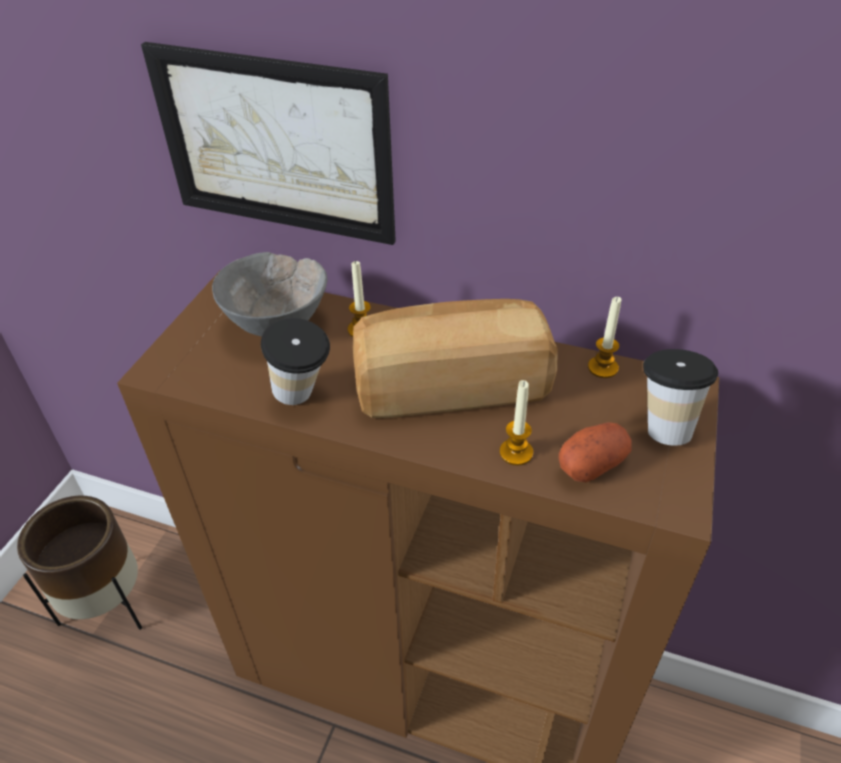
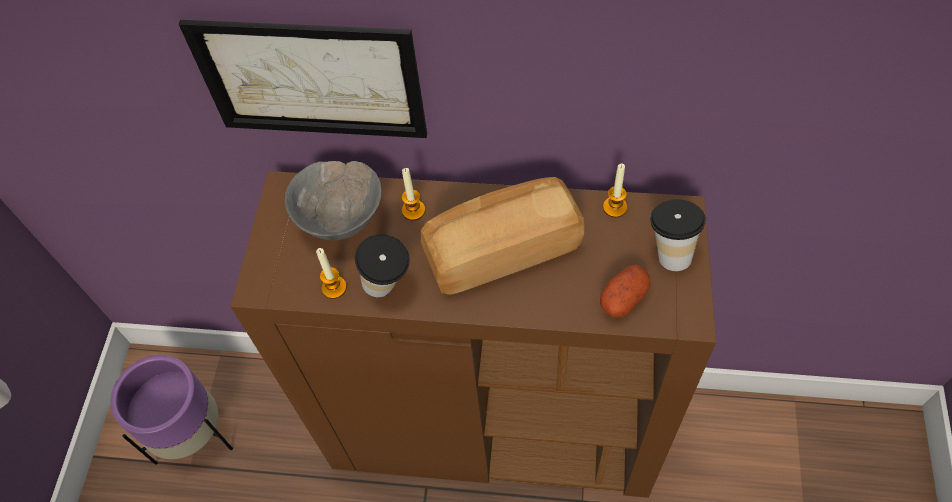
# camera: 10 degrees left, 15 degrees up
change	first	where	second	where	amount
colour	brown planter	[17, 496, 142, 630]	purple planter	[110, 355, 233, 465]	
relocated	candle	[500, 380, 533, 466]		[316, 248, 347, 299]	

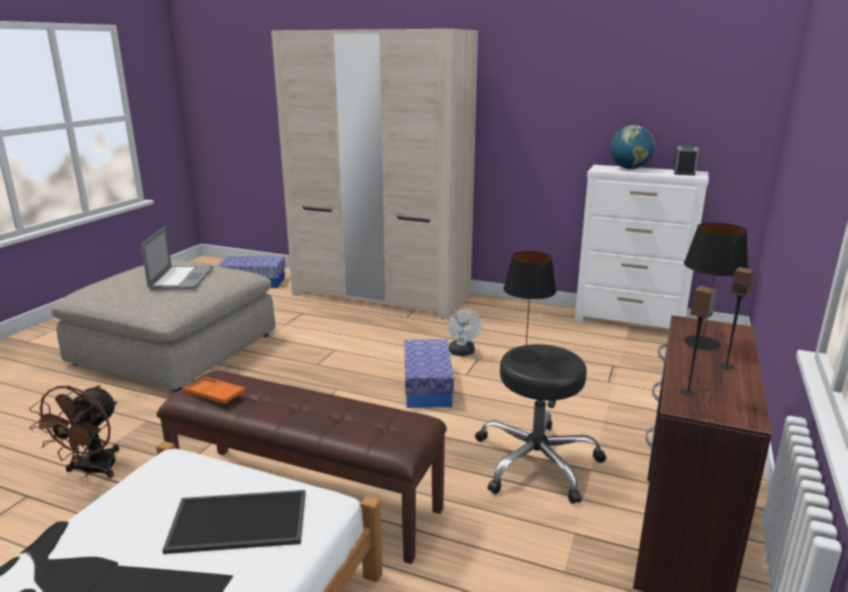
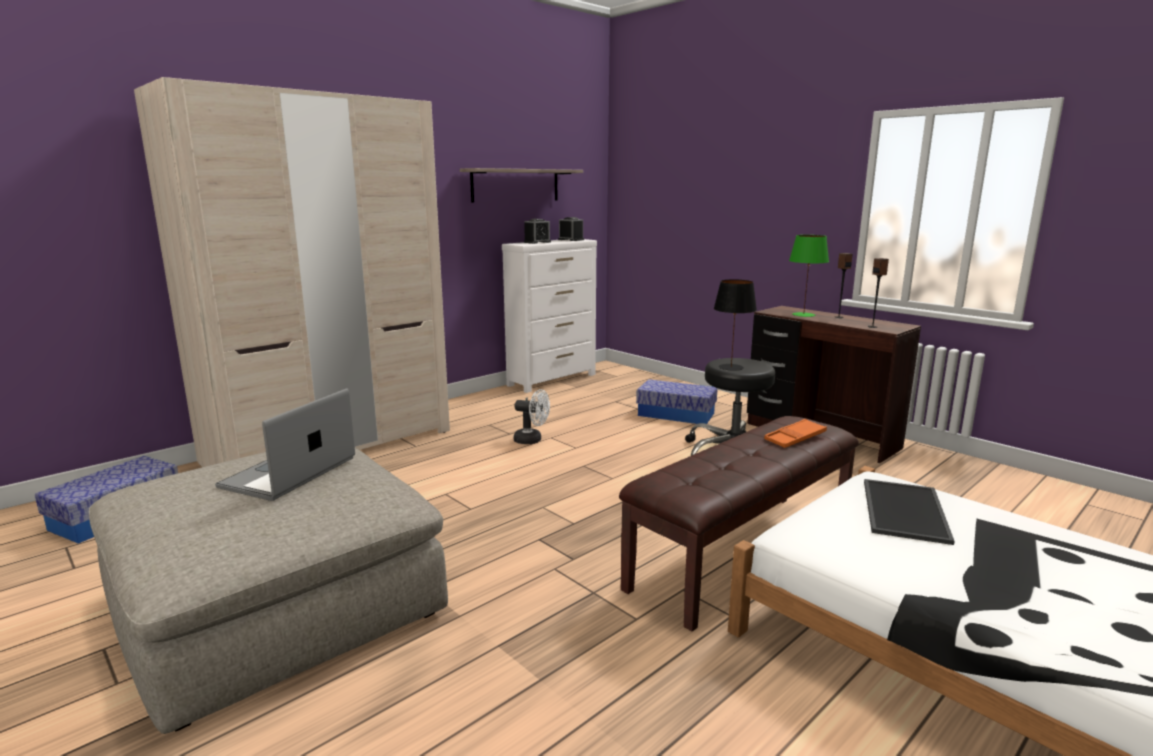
# camera: 65 degrees left, 5 degrees down
change	first	where	second	where	amount
spun	laptop	[141, 226, 213, 290]		[215, 388, 355, 501]	90 degrees counterclockwise
appeared			shelf	[460, 168, 583, 203]	
exchanged	globe	[610, 125, 655, 169]	alarm clock	[524, 219, 551, 244]	
relocated	storage box	[405, 339, 454, 408]		[636, 379, 718, 424]	
relocated	orange tray	[184, 377, 245, 404]		[764, 419, 827, 448]	
colour	black table lamp	[684, 223, 748, 350]	green table lamp	[789, 235, 829, 317]	
missing	brown fan	[29, 385, 119, 478]			

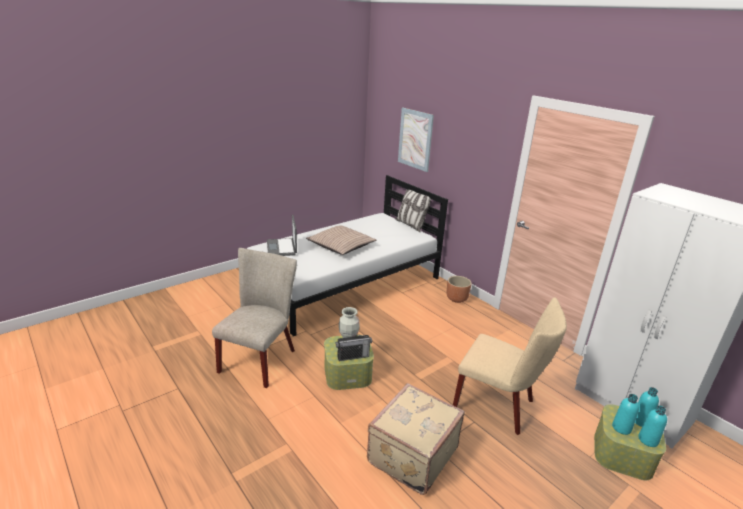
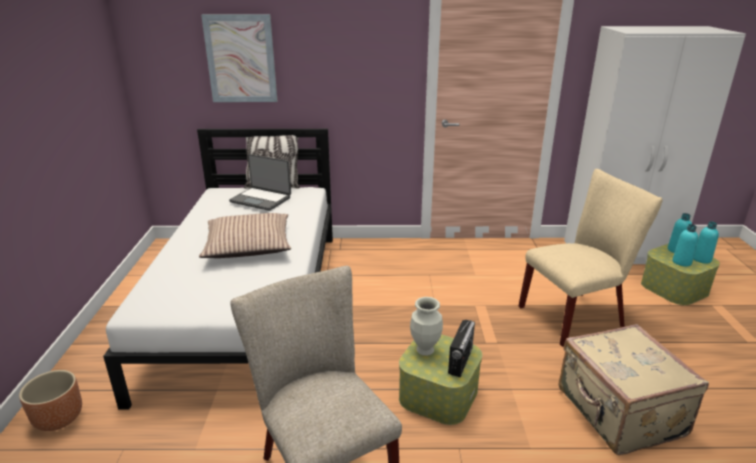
# camera: 50 degrees left, 0 degrees up
change	first	where	second	where	amount
relocated	brown planter	[447, 276, 471, 303]		[19, 370, 82, 431]	
relocated	laptop	[267, 215, 297, 256]		[229, 154, 291, 211]	

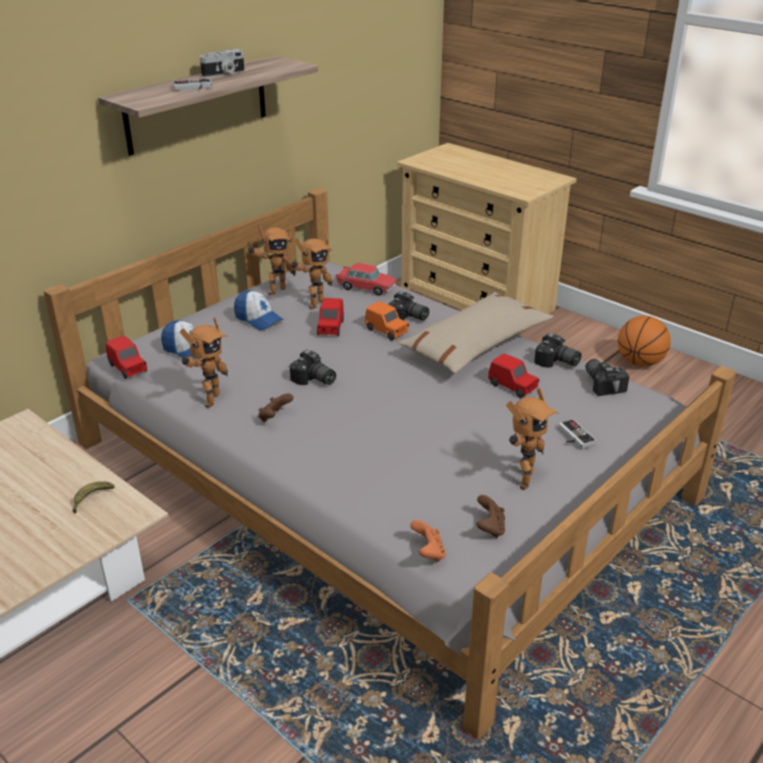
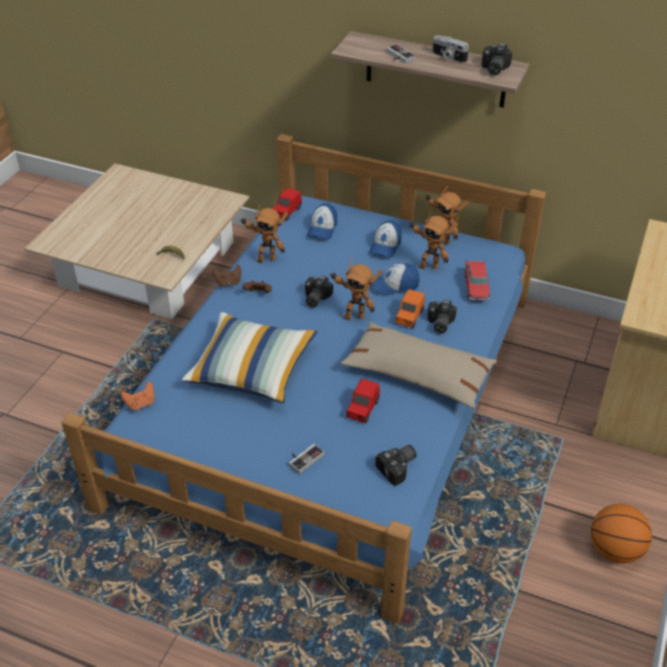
# camera: 70 degrees right, 10 degrees up
change	first	where	second	where	amount
colour	grey bed	[44, 187, 736, 739]	blue bed	[61, 134, 546, 624]	
appeared			pillow	[182, 312, 317, 403]	
relocated	brown game controller	[476, 495, 505, 538]		[212, 265, 241, 287]	
relocated	toy robot	[506, 388, 558, 490]		[329, 258, 382, 320]	
exchanged	red toy car	[317, 298, 344, 336]	cap	[373, 263, 420, 296]	
relocated	photo camera	[534, 333, 582, 368]		[481, 43, 512, 76]	

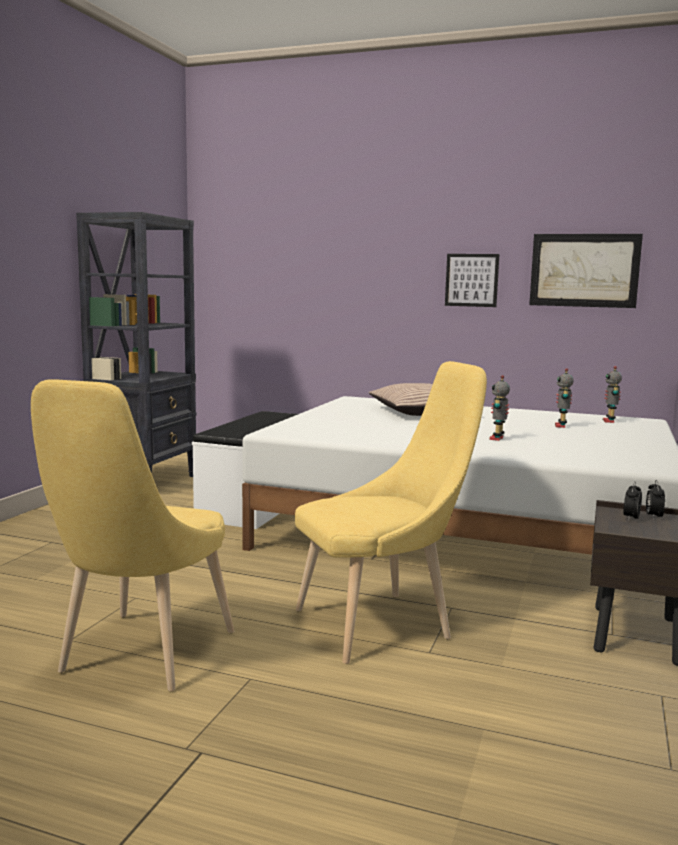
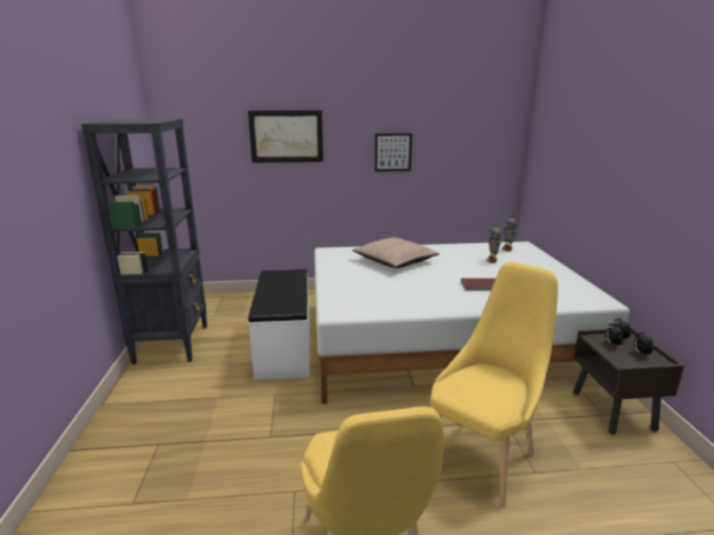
# camera: 25 degrees left, 10 degrees up
change	first	where	second	where	amount
relocated	picture	[529, 234, 643, 308]		[248, 110, 323, 163]	
exchanged	toy robot	[489, 375, 510, 441]	brown book	[461, 278, 496, 291]	
appeared			alarm clock	[634, 330, 654, 356]	

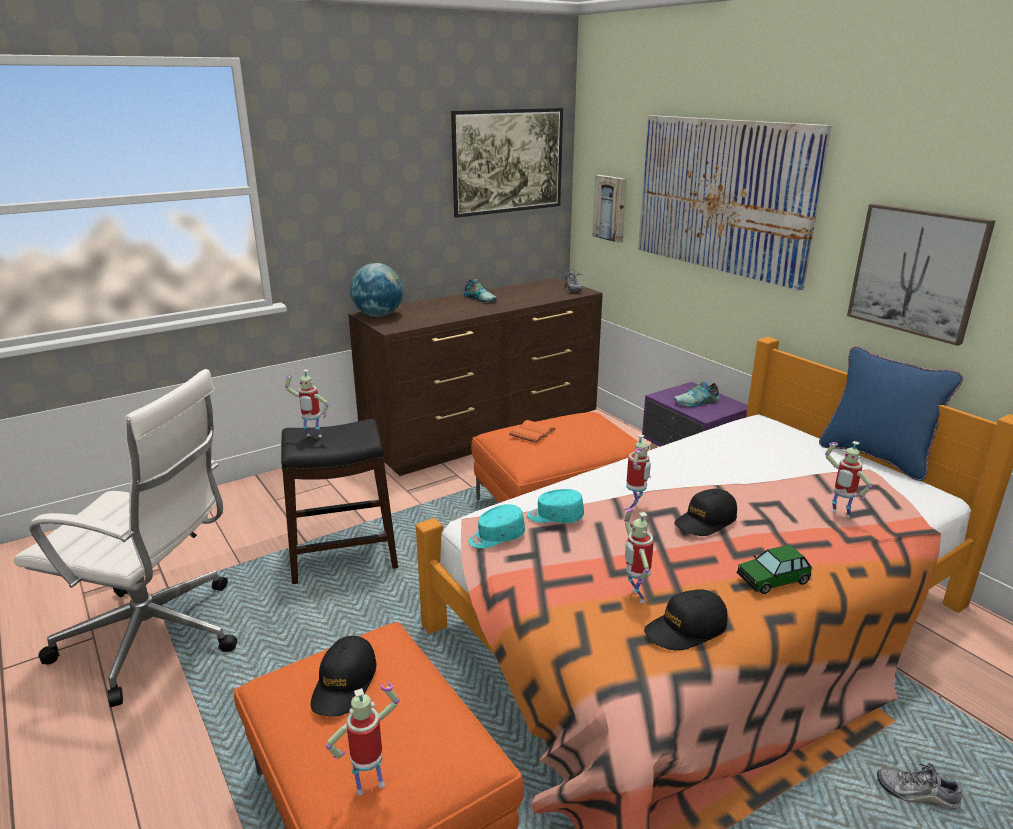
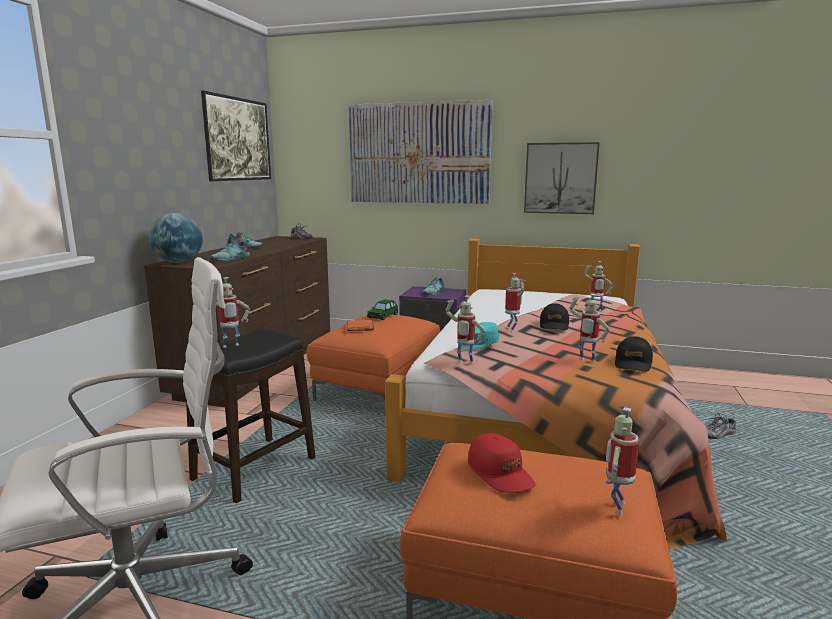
# camera: 40 degrees left, 10 degrees down
change	first	where	second	where	amount
appeared			shoe	[210, 240, 250, 261]	
relocated	toy car	[737, 545, 812, 594]		[367, 299, 398, 320]	
exchanged	turquoise cap	[468, 504, 525, 548]	toy robot	[445, 295, 485, 364]	
colour	black cap	[311, 636, 377, 716]	red cap	[468, 433, 536, 493]	
missing	picture	[592, 175, 627, 243]			
missing	blue pillow	[819, 346, 963, 481]			

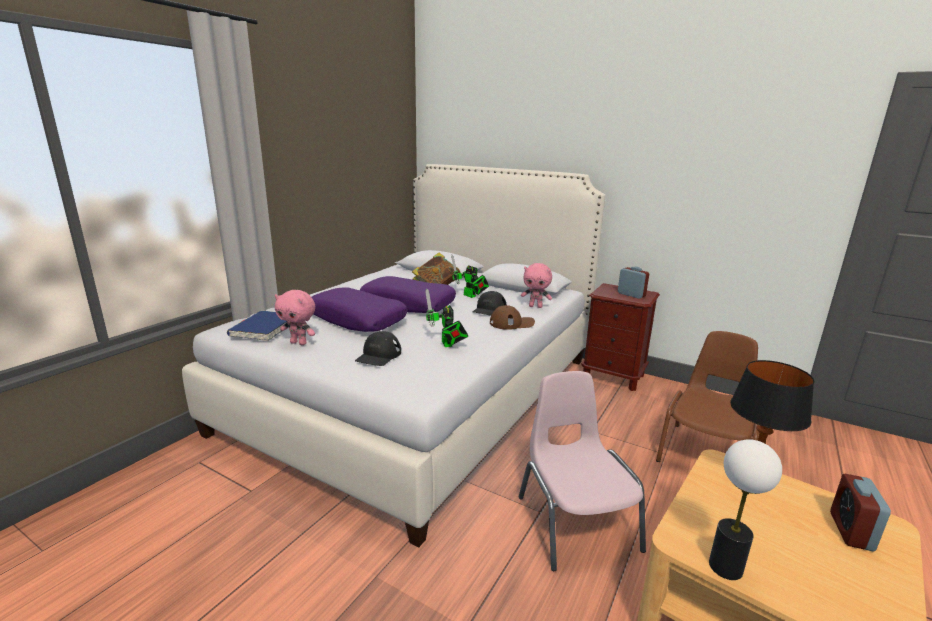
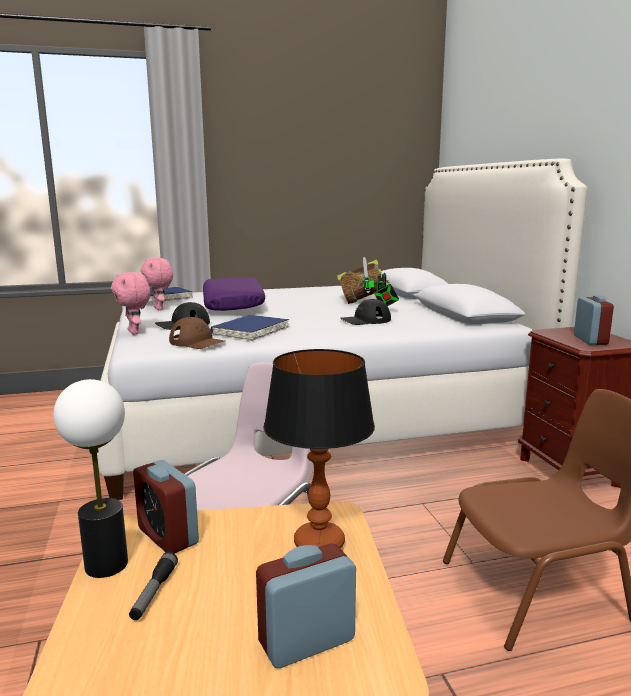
# camera: 45 degrees right, 5 degrees down
change	first	where	second	where	amount
relocated	pink plush toy	[521, 263, 552, 308]		[111, 272, 150, 334]	
appeared			flashlight	[129, 552, 178, 620]	
appeared			alarm clock	[133, 460, 199, 554]	
relocated	brown cap	[490, 305, 535, 330]		[169, 317, 225, 349]	
exchanged	toy robot	[425, 289, 468, 347]	blue book	[210, 315, 289, 341]	
missing	purple pillow	[360, 276, 456, 313]			

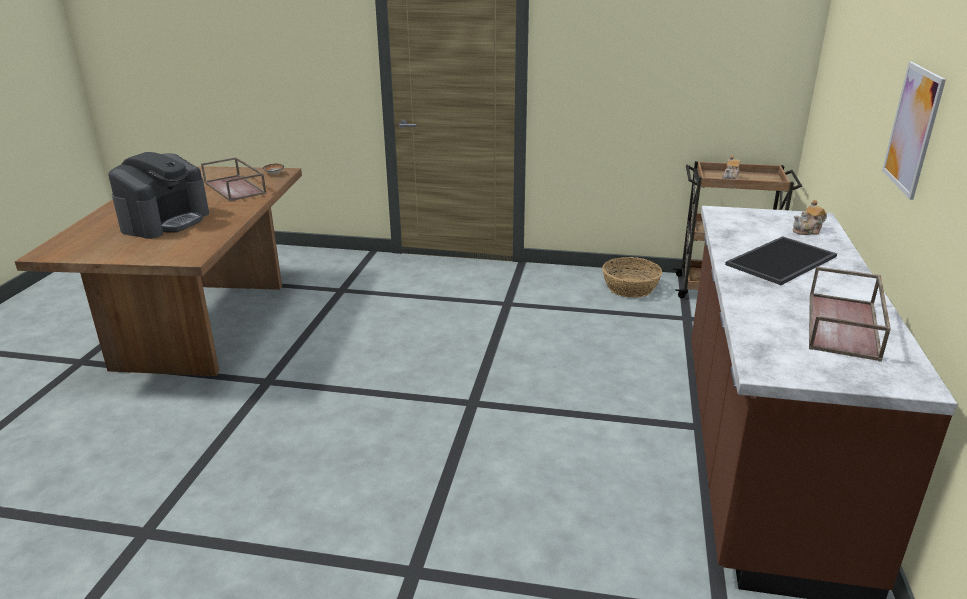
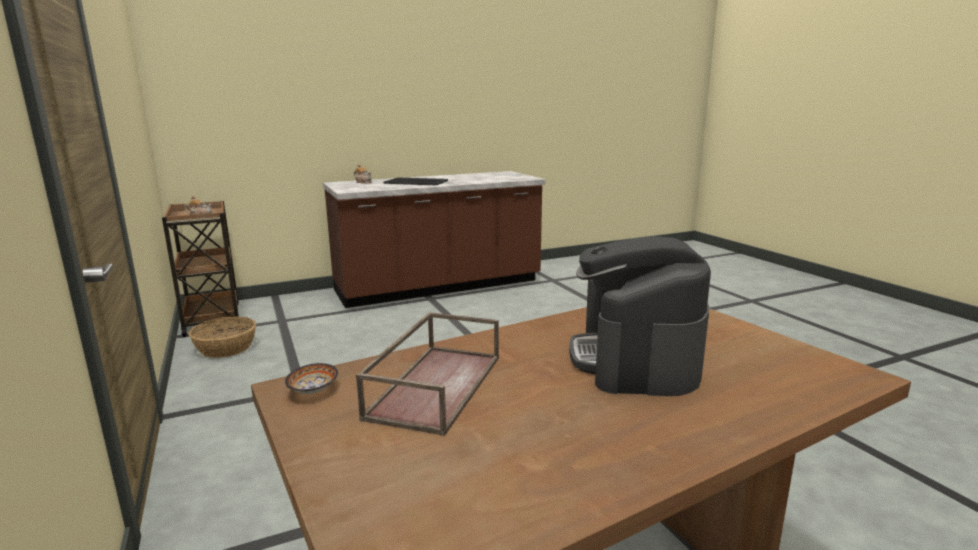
# camera: 125 degrees left, 10 degrees down
change	first	where	second	where	amount
spun	coffee machine	[108, 152, 209, 239]		[569, 236, 711, 396]	75 degrees counterclockwise
missing	brown tray	[809, 266, 891, 362]			
missing	picture	[882, 62, 946, 200]			

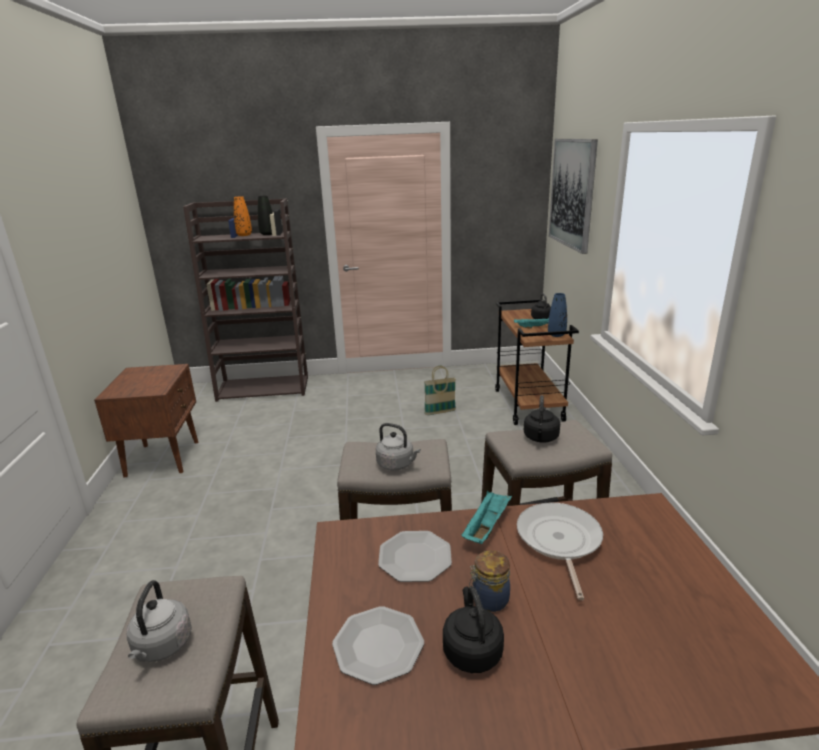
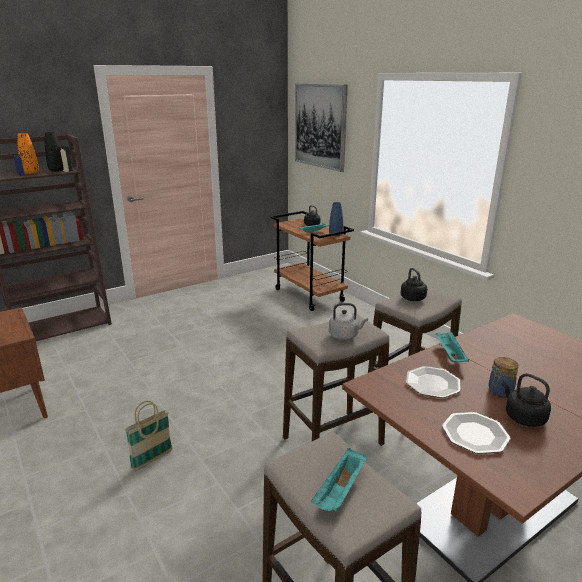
# camera: 30 degrees left, 0 degrees up
change	first	where	second	where	amount
relocated	basket	[424, 366, 456, 415]		[125, 401, 173, 471]	
exchanged	grey kettle	[126, 580, 192, 662]	turquoise tray	[311, 448, 367, 512]	
missing	frying pan	[517, 503, 603, 600]			

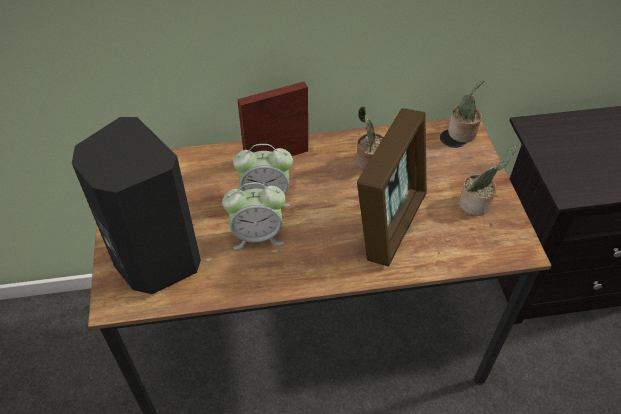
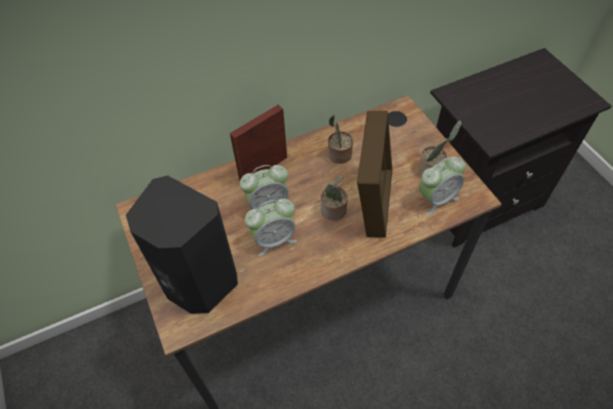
# camera: 15 degrees left, 5 degrees up
change	first	where	second	where	amount
relocated	potted plant	[448, 80, 484, 143]		[321, 175, 348, 221]	
appeared			alarm clock	[419, 156, 466, 215]	

